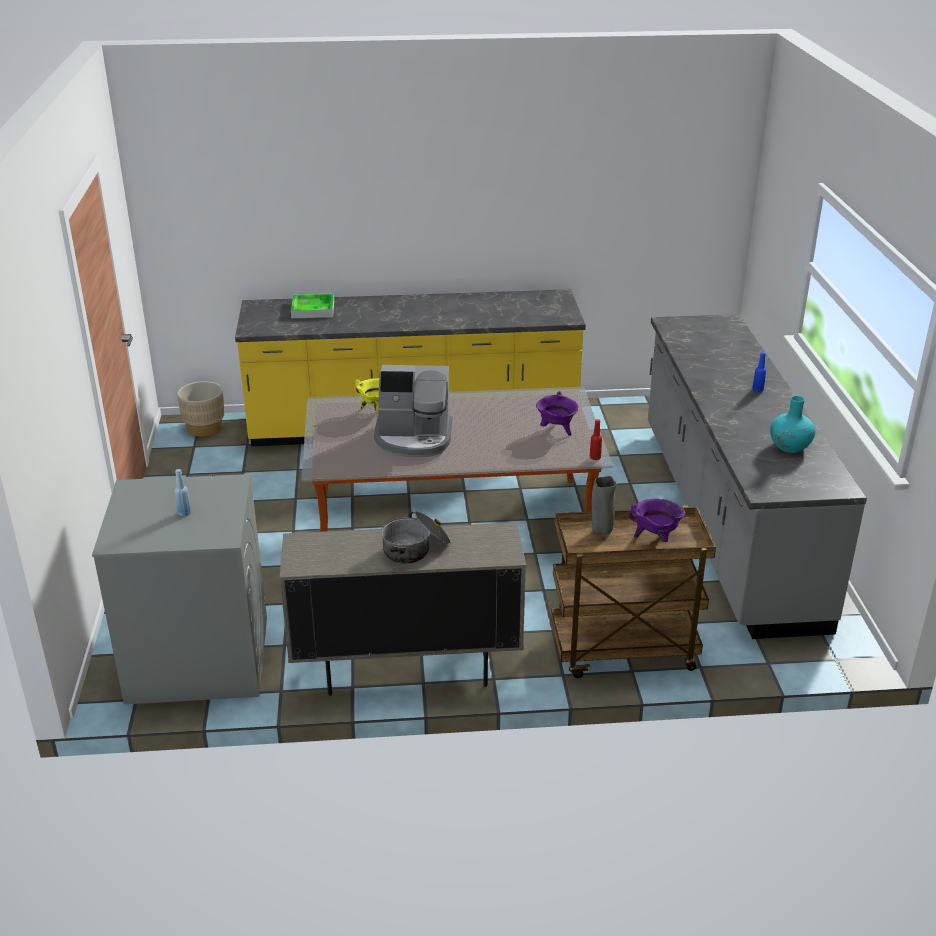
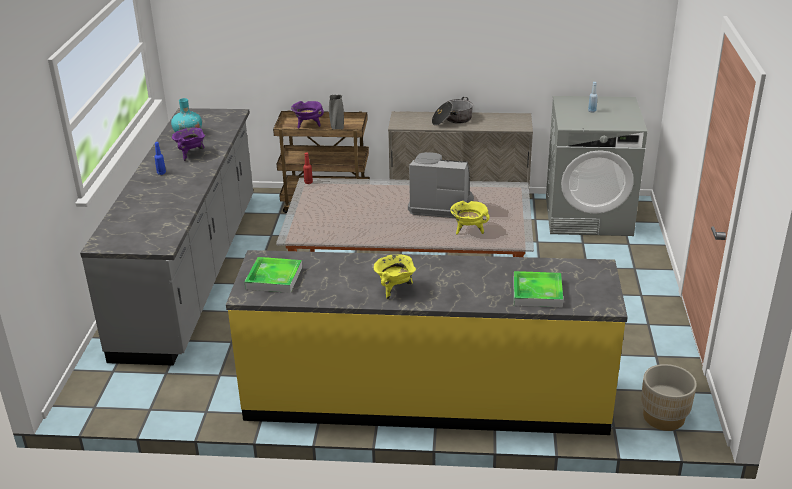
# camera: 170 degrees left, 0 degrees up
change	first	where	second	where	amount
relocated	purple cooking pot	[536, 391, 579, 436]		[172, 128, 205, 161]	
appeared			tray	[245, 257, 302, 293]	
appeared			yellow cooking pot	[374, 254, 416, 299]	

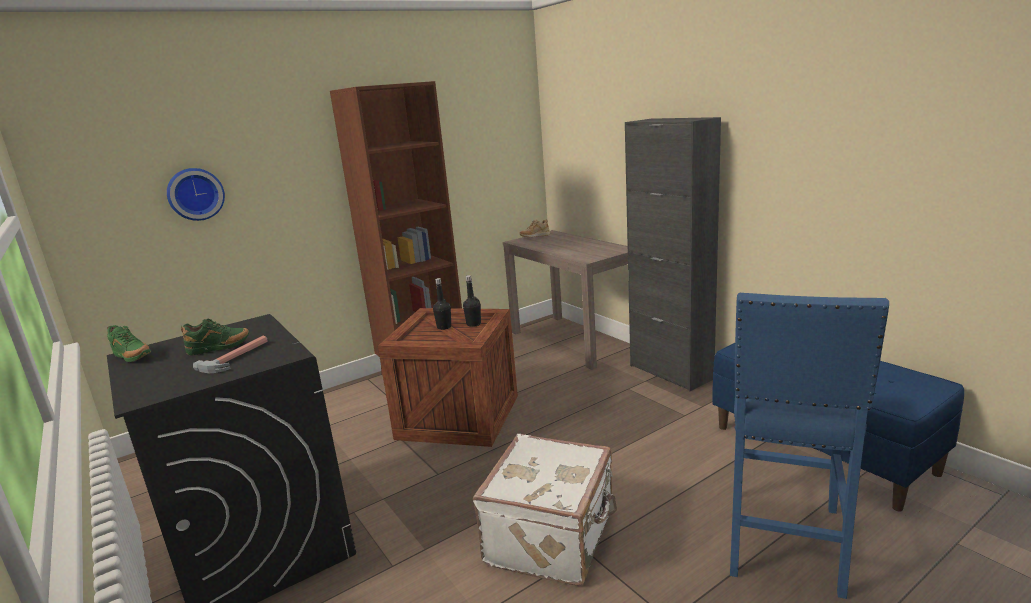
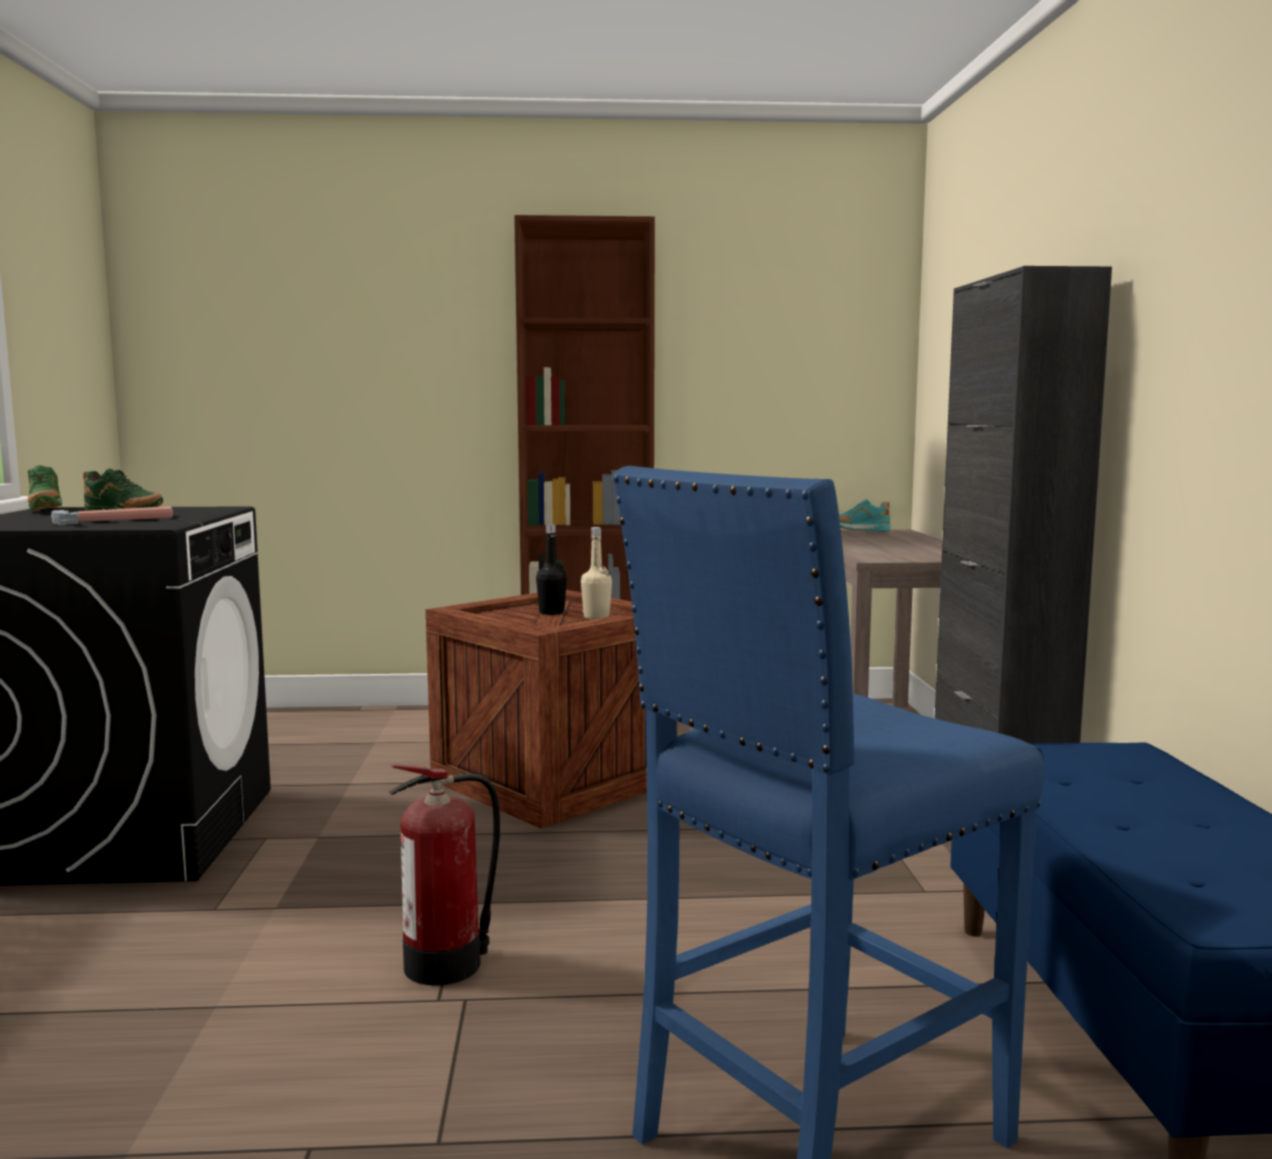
# camera: 30 degrees right, 10 degrees down
change	first	where	second	where	amount
exchanged	white suitcase	[473, 434, 617, 586]	fire extinguisher	[389, 764, 500, 986]	
colour	black bottle	[463, 275, 481, 327]	beige bottle	[581, 527, 612, 619]	
colour	beige shoe	[520, 219, 550, 237]	turquoise shoe	[839, 499, 890, 532]	
missing	wall clock	[167, 168, 225, 221]			

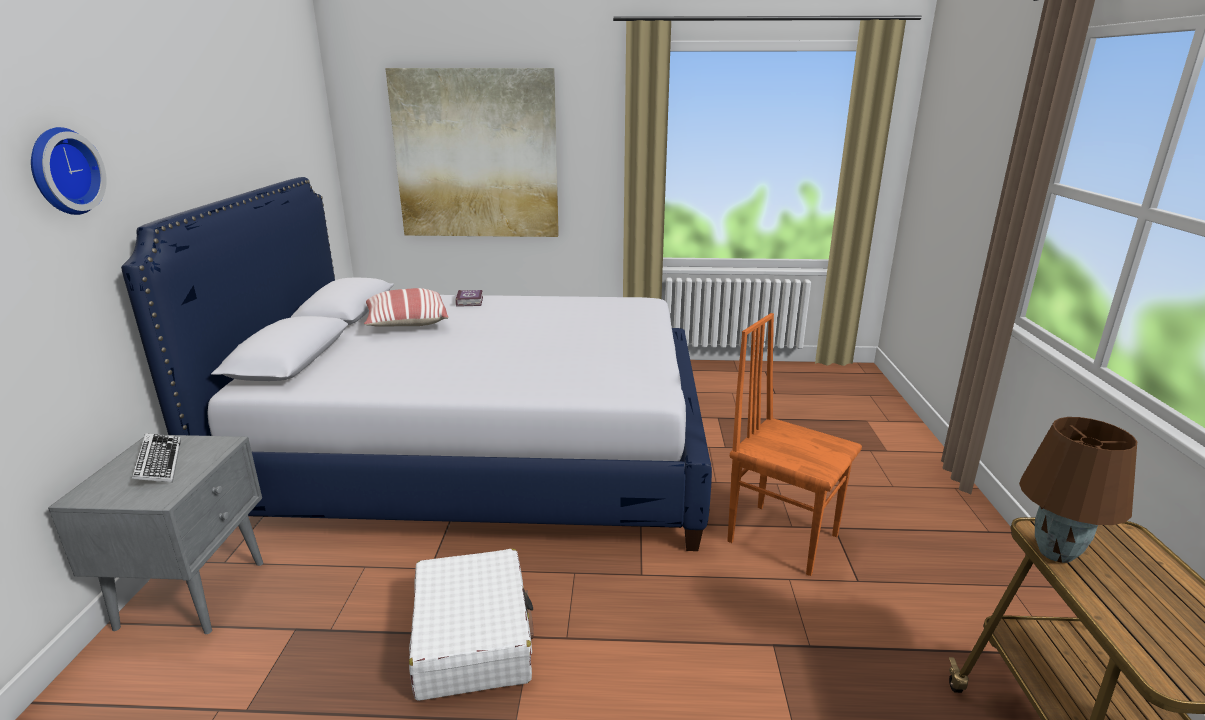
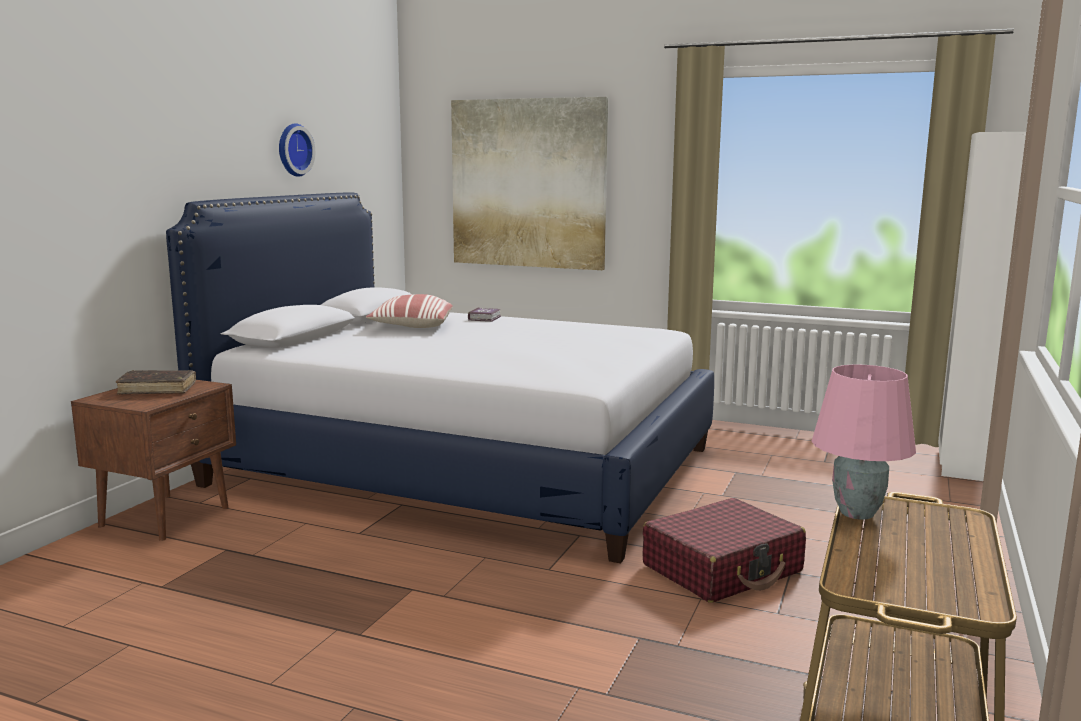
# camera: 20 degrees right, 10 degrees down
change	first	where	second	where	amount
colour	grey nightstand	[48, 435, 263, 634]	brown nightstand	[71, 380, 236, 541]	
exchanged	keyboard	[132, 433, 181, 482]	brown book	[116, 370, 196, 395]	
relocated	wall clock	[31, 127, 107, 215]		[279, 123, 315, 177]	
exchanged	orange chair	[727, 313, 862, 576]	red suitcase	[642, 498, 806, 603]	
colour	brown table lamp	[1019, 417, 1137, 563]	pink table lamp	[812, 365, 916, 520]	
appeared			white wardrobe	[938, 132, 1026, 481]	
missing	white suitcase	[409, 549, 534, 701]			

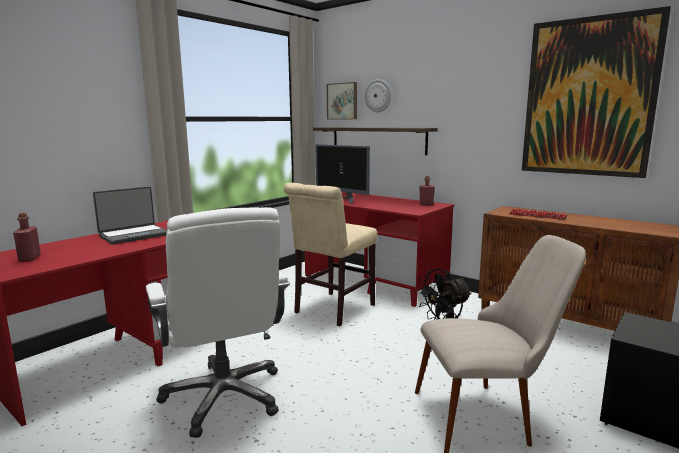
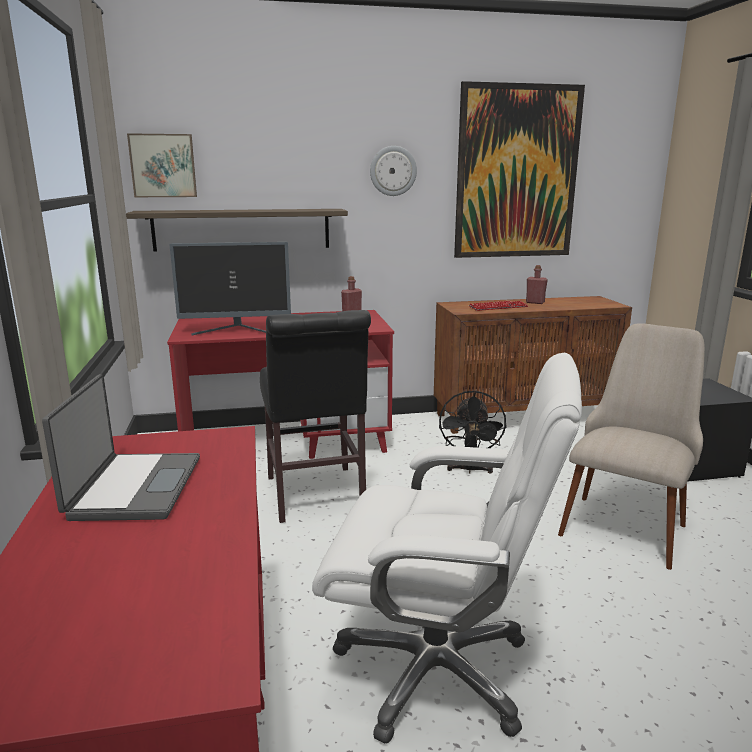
# camera: 50 degrees left, 5 degrees up
change	first	where	second	where	amount
colour	beige chair	[284, 183, 377, 326]	black chair	[260, 310, 371, 523]	
relocated	wall clock	[365, 79, 391, 112]		[370, 146, 417, 196]	
relocated	red bottle	[13, 213, 41, 262]		[526, 265, 548, 304]	

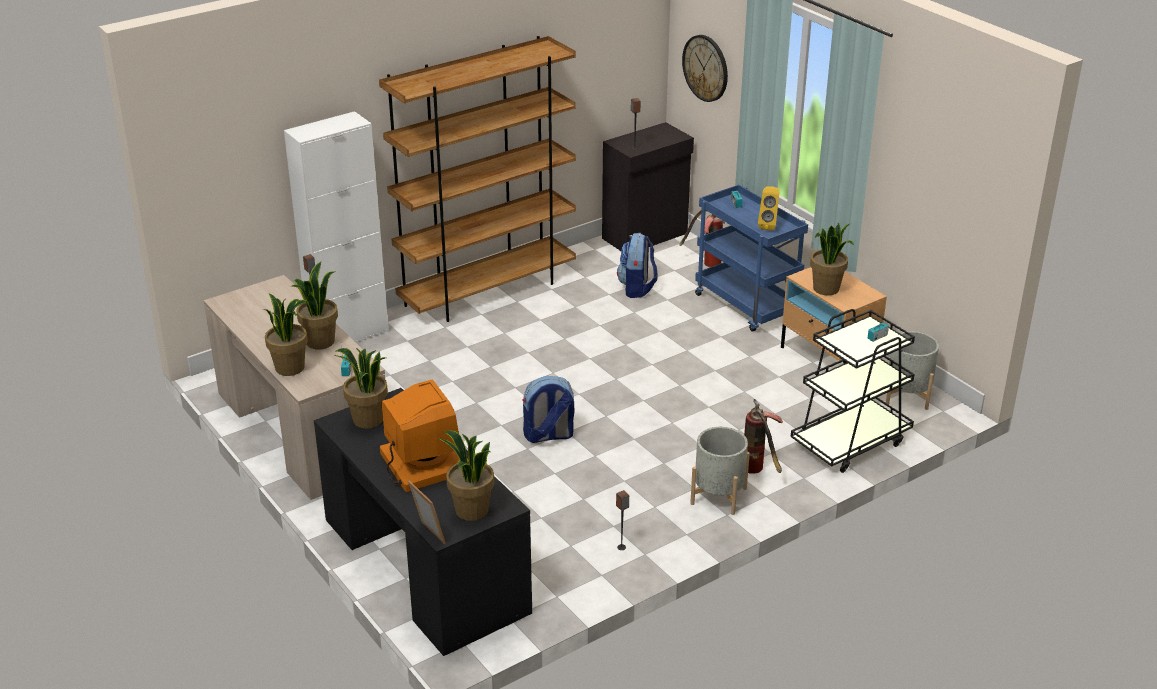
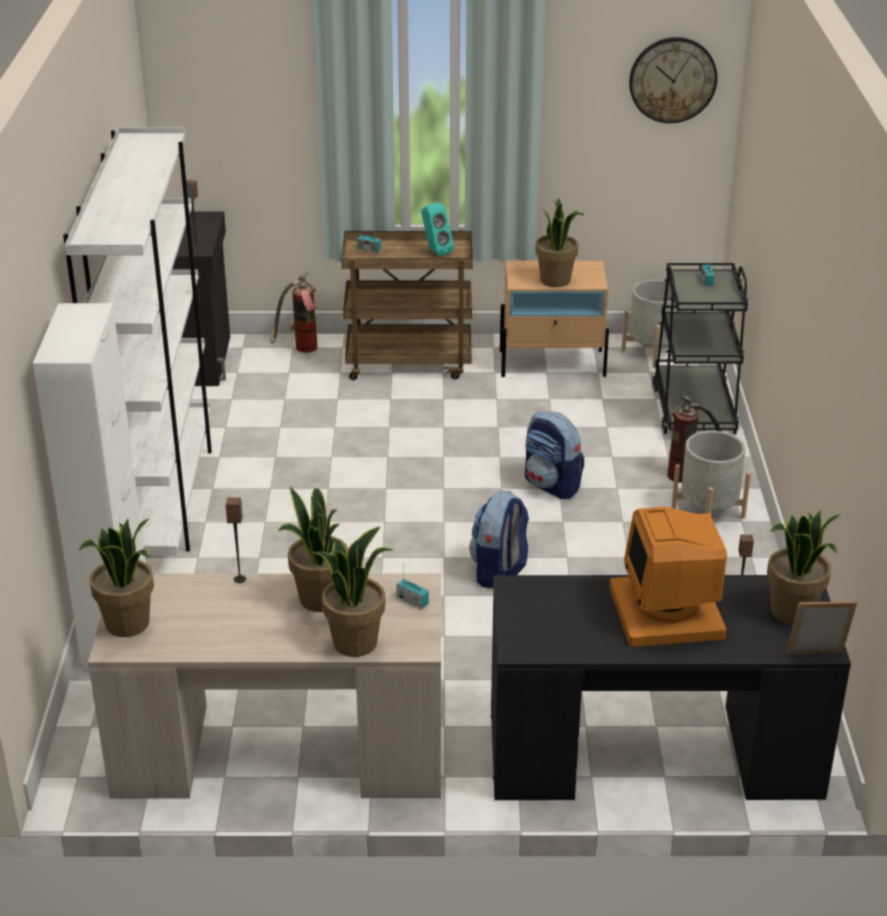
# camera: 55 degrees left, 0 degrees up
change	first	where	second	where	amount
colour	brown bookcase	[379, 36, 576, 322]	white bookcase	[63, 127, 212, 555]	
relocated	potted plant	[335, 348, 388, 429]		[79, 518, 154, 637]	
colour	blue cart	[695, 185, 808, 332]	brown cart	[341, 230, 473, 380]	
colour	yellow speaker	[758, 186, 779, 231]	turquoise speaker	[421, 202, 454, 256]	
relocated	backpack	[617, 233, 657, 298]		[525, 411, 584, 499]	
spun	monitor	[380, 379, 468, 492]		[610, 507, 727, 647]	105 degrees counterclockwise
relocated	wall clock	[682, 35, 728, 102]		[629, 37, 718, 123]	

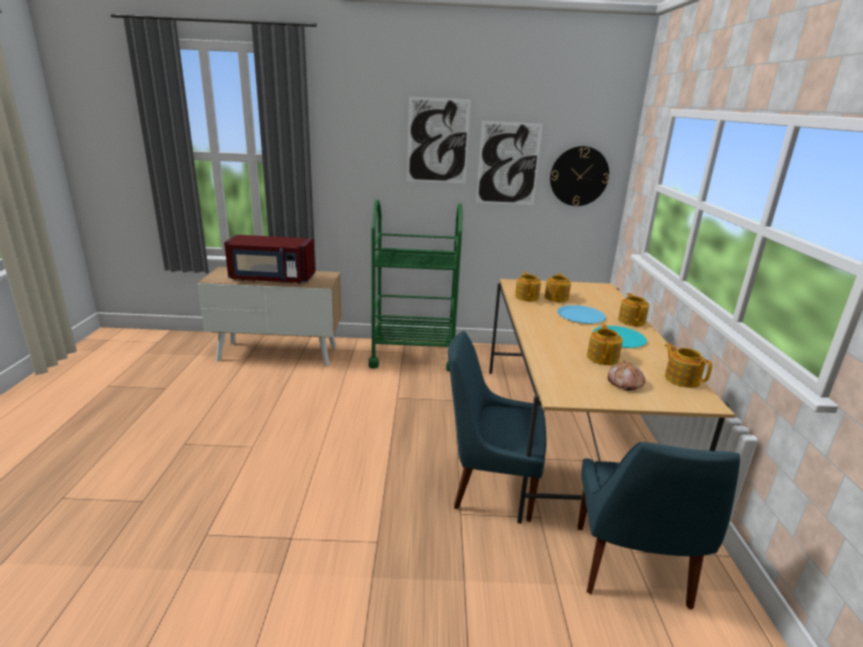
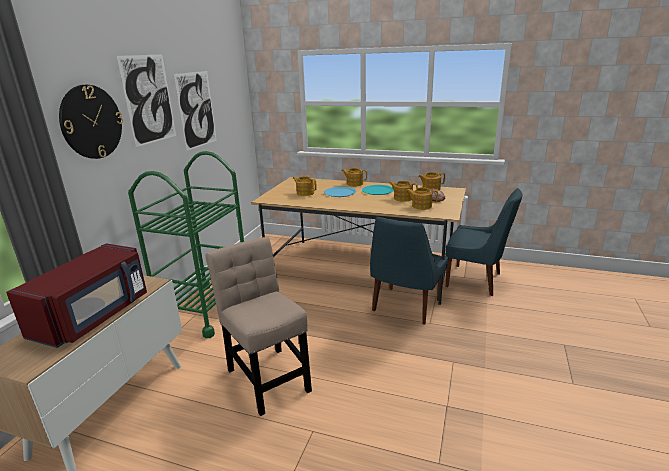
# camera: 70 degrees left, 0 degrees up
change	first	where	second	where	amount
relocated	wall clock	[550, 146, 609, 206]		[59, 85, 123, 159]	
appeared			beige chair	[206, 237, 312, 416]	
relocated	teapot	[515, 272, 541, 301]		[406, 187, 438, 210]	

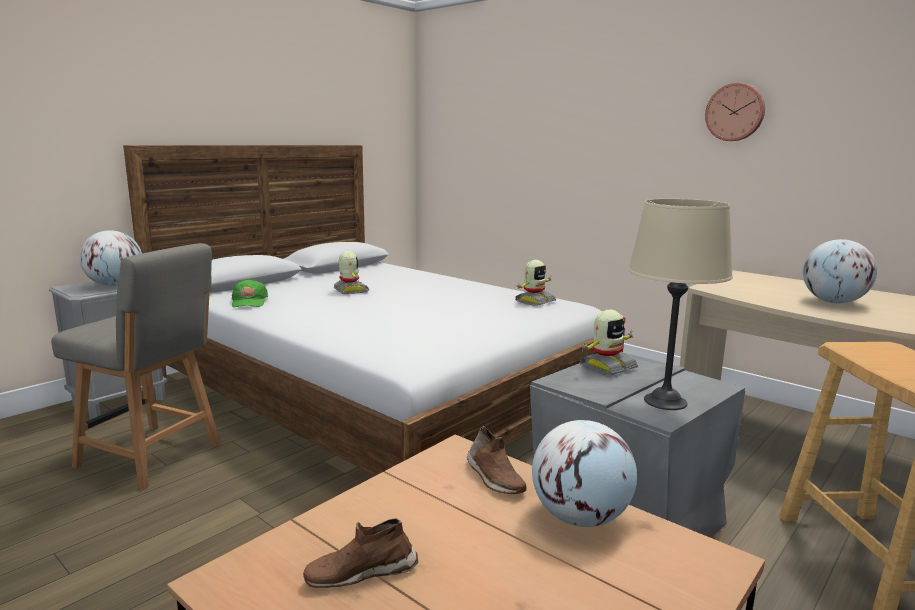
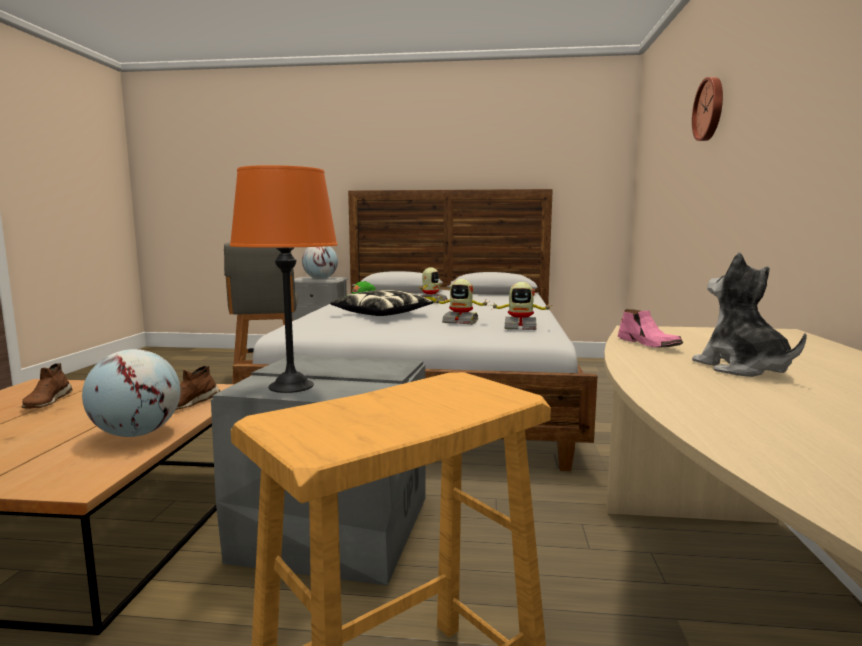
# camera: 55 degrees right, 5 degrees down
change	first	where	second	where	amount
spun	brown shoe	[303, 518, 418, 588]		[22, 363, 73, 408]	135 degrees counterclockwise
colour	beige table lamp	[628, 199, 733, 410]	orange table lamp	[230, 165, 338, 393]	
appeared			pillow	[330, 290, 434, 316]	
relocated	toy robot	[579, 310, 638, 375]		[434, 279, 488, 324]	
appeared			pink shoe	[618, 309, 683, 347]	
relocated	wall clock	[705, 83, 765, 141]		[692, 77, 723, 141]	
exchanged	globe	[803, 239, 877, 303]	plush toy	[692, 252, 807, 377]	

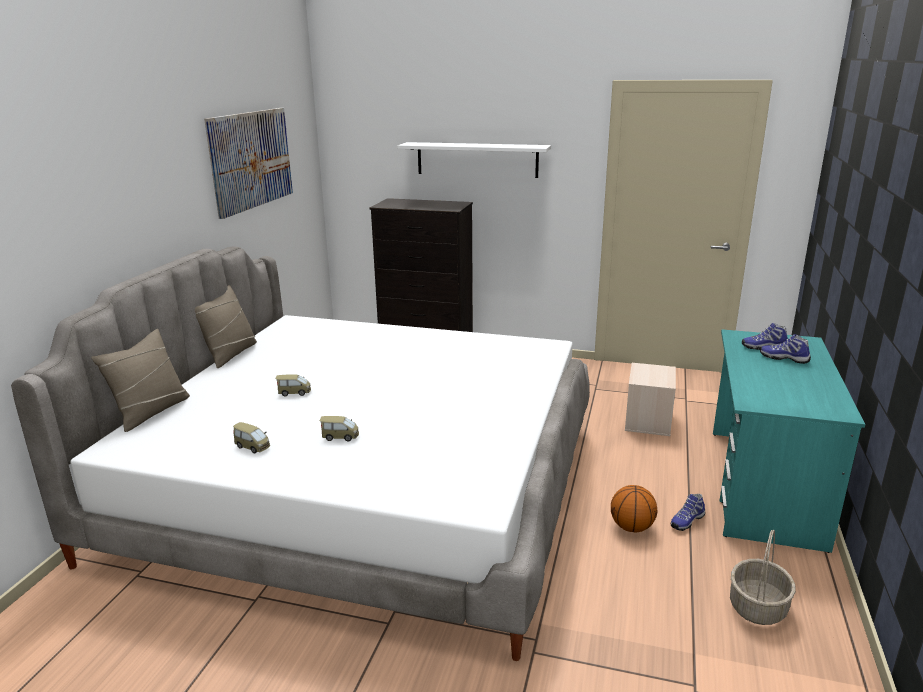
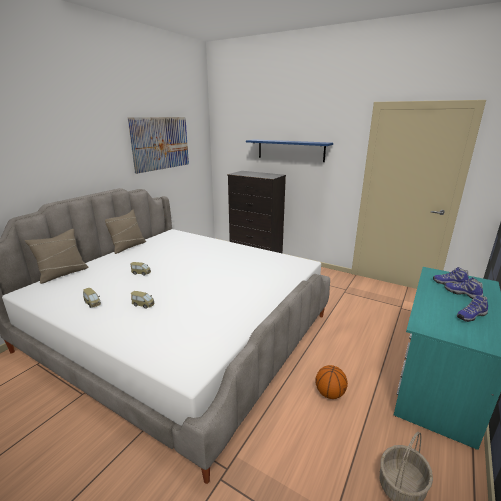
# camera: 15 degrees right, 0 degrees up
change	first	where	second	where	amount
colour	white shelf	[397, 142, 551, 178]	blue shelf	[246, 139, 333, 162]	
relocated	shoe	[671, 494, 705, 531]		[457, 295, 488, 322]	
missing	beige storage box	[625, 363, 676, 436]			

